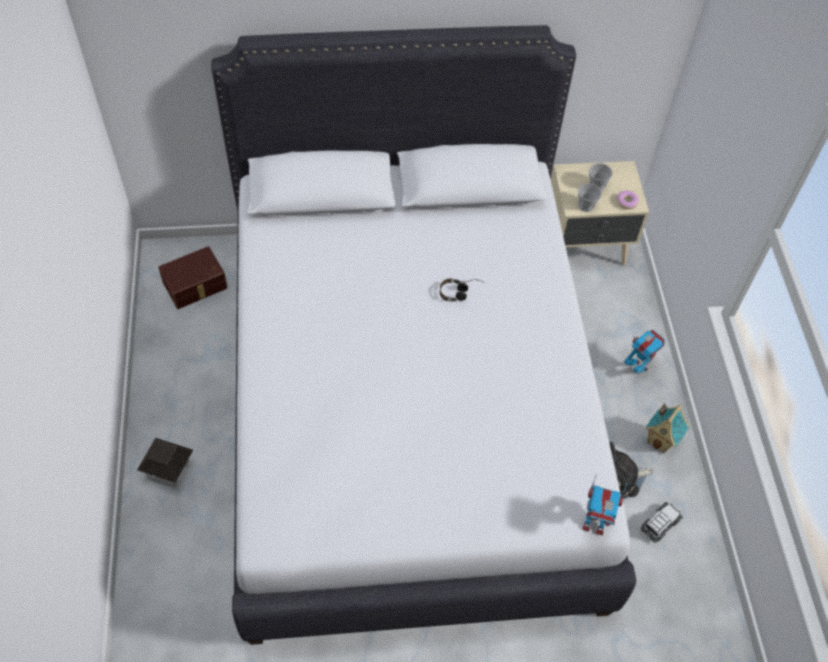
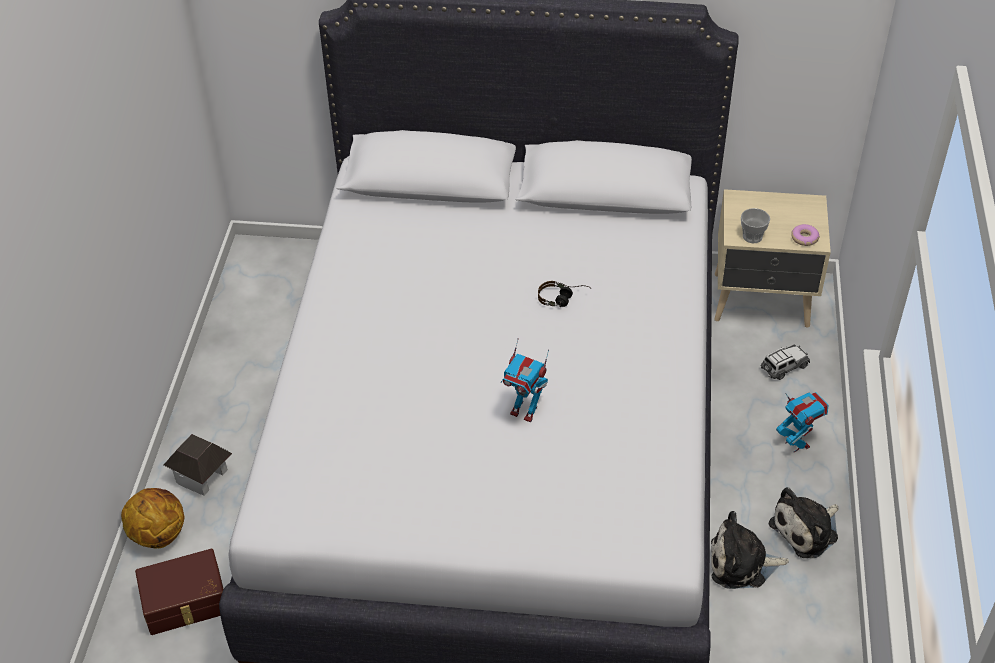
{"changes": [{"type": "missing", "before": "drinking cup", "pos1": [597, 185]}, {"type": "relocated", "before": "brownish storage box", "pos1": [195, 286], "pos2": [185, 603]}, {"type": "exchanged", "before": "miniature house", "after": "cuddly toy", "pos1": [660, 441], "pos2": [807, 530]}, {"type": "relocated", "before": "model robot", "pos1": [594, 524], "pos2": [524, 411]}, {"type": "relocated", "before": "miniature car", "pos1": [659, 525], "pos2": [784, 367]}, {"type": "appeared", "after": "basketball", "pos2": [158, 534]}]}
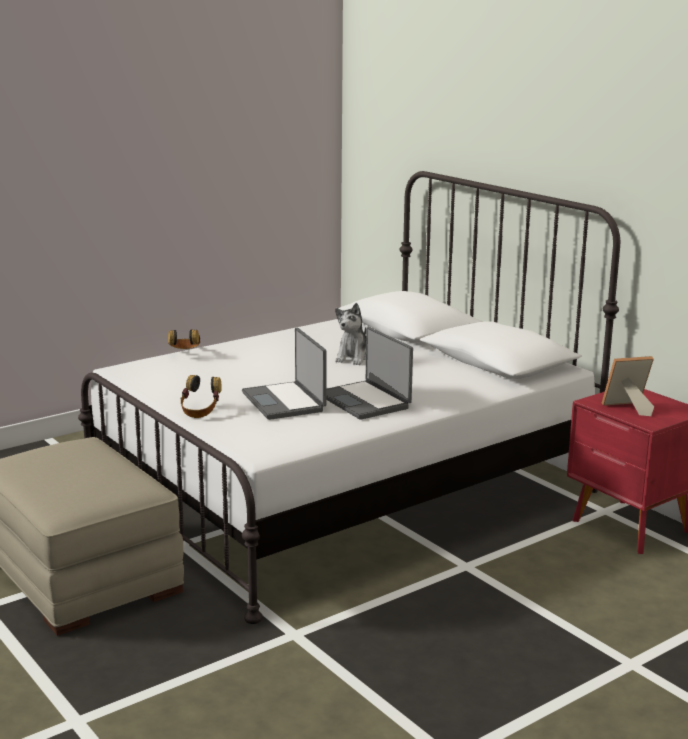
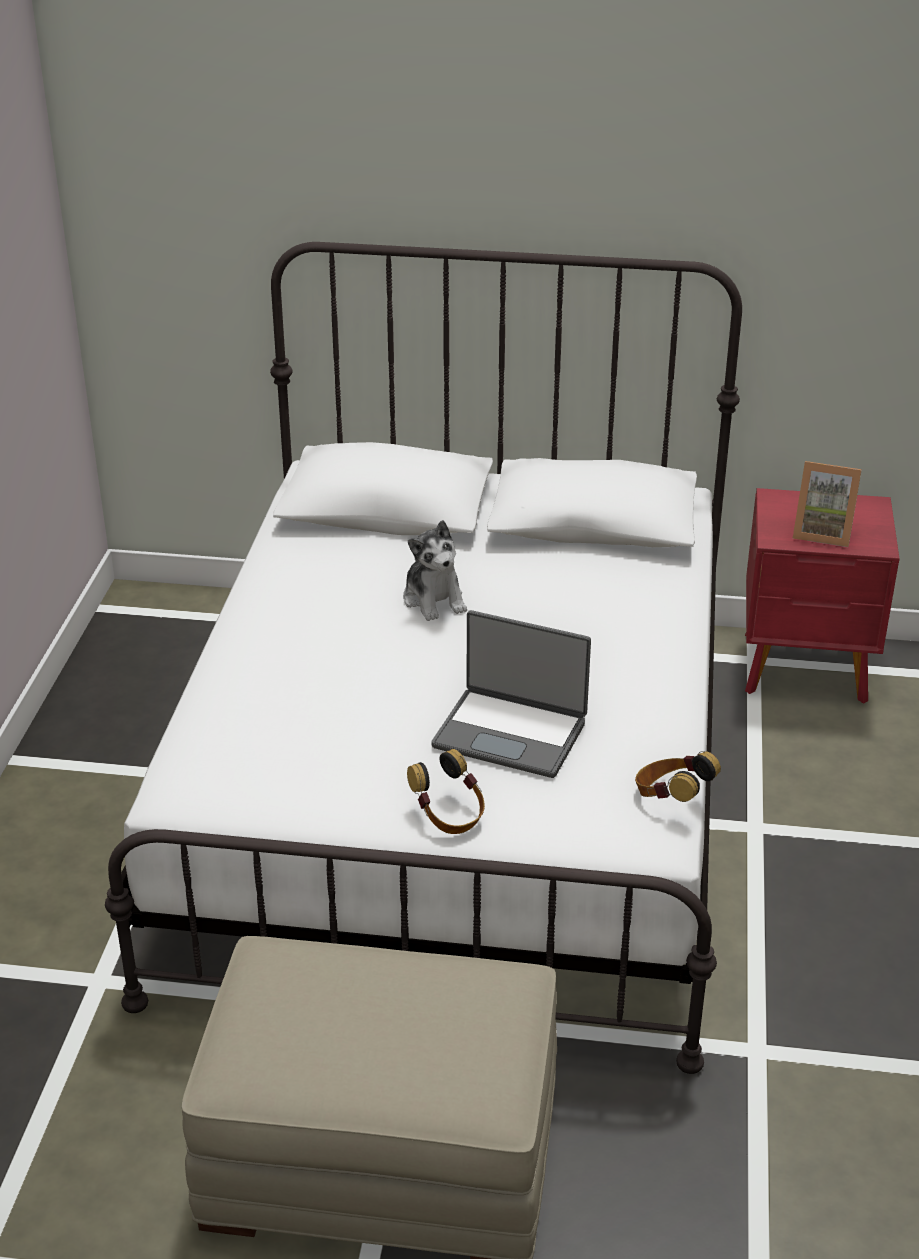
{"changes": [{"type": "missing", "before": "notebook computer", "pos1": [365, 401]}, {"type": "relocated", "before": "headphones", "pos1": [184, 353], "pos2": [671, 798]}, {"type": "spun", "before": "photo frame", "pos1": [627, 408], "pos2": [822, 532], "turn": -105}]}
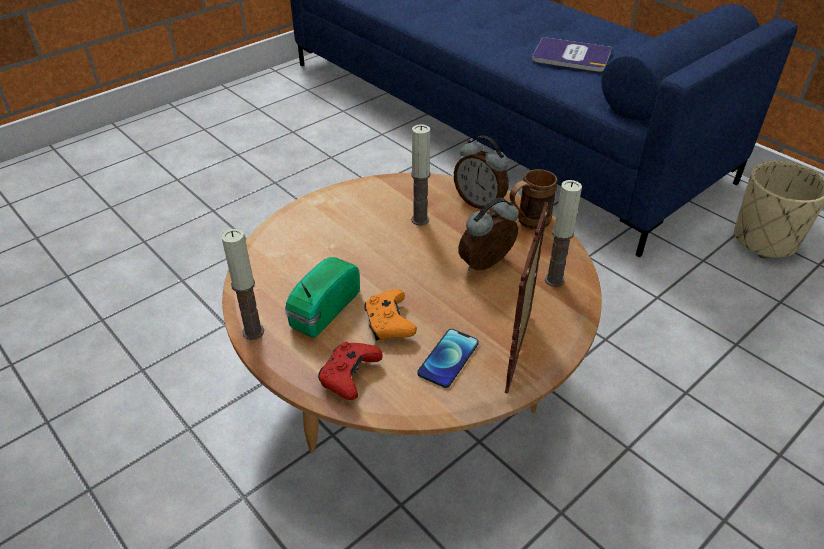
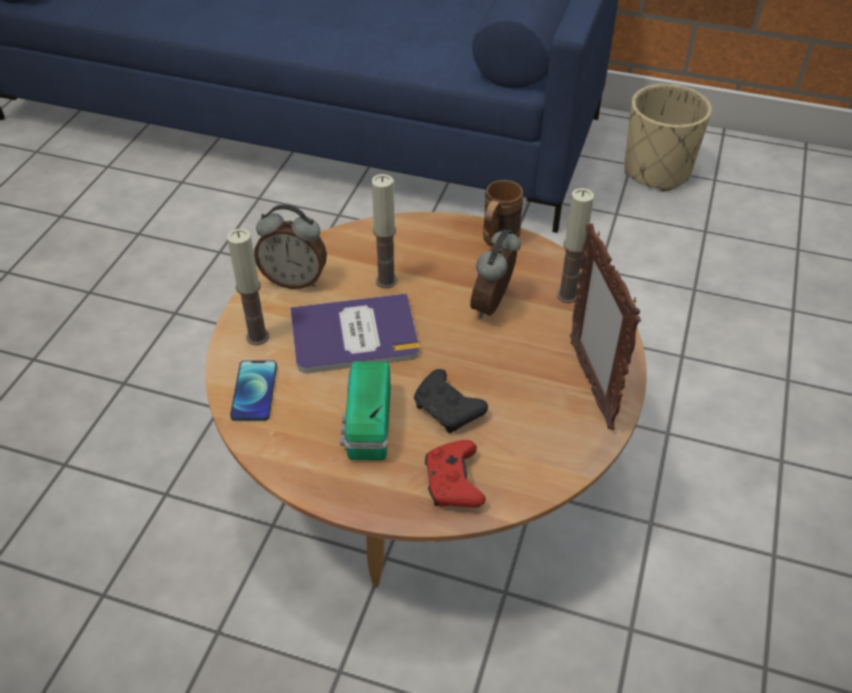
{"changes": [{"type": "relocated", "before": "volume", "pos1": [571, 56], "pos2": [354, 335]}, {"type": "relocated", "before": "bedside clock", "pos1": [480, 202], "pos2": [294, 280]}, {"type": "relocated", "before": "wax candle", "pos1": [253, 332], "pos2": [257, 337]}, {"type": "colour", "before": "orange-coloured gamepad", "after": "black-coloured gamepad", "pos1": [389, 323], "pos2": [447, 410]}, {"type": "relocated", "before": "telephone", "pos1": [448, 358], "pos2": [254, 391]}]}
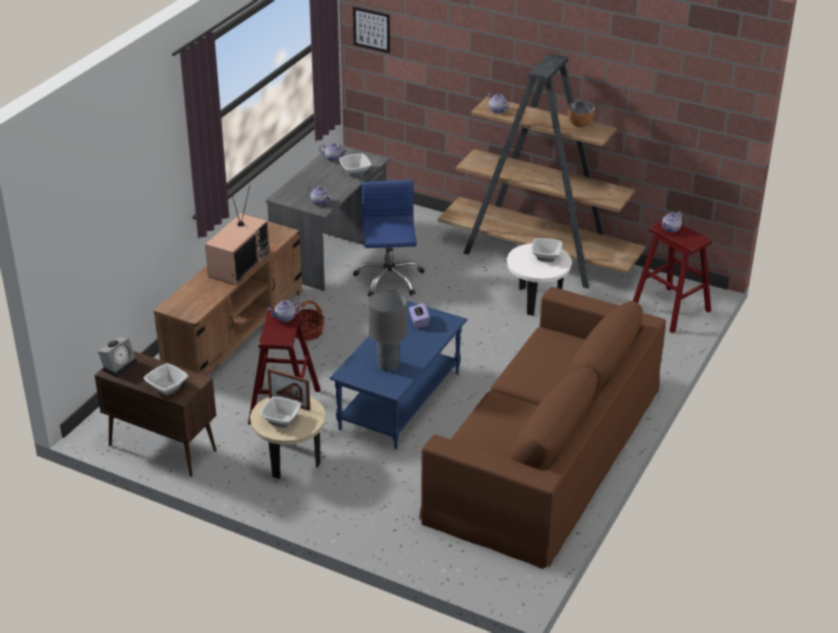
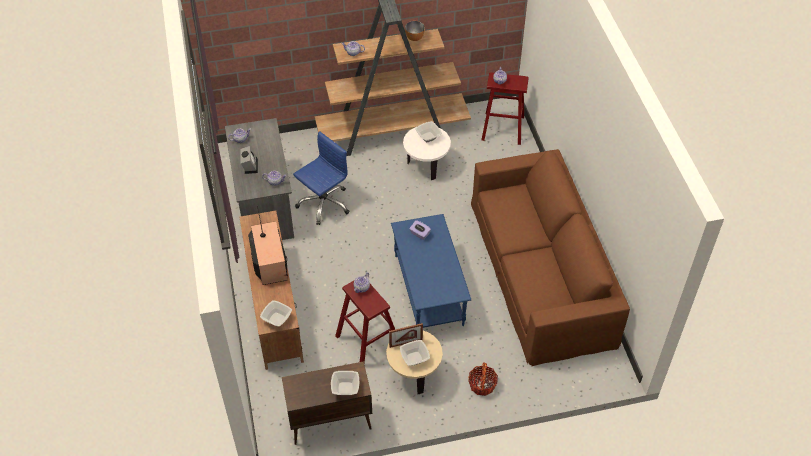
{"changes": [{"type": "missing", "before": "wall art", "pos1": [371, 29]}, {"type": "relocated", "before": "deep dish", "pos1": [355, 171], "pos2": [277, 318]}, {"type": "spun", "before": "blue computer chair", "pos1": [389, 279], "pos2": [323, 203], "turn": 90}, {"type": "missing", "before": "grey tabletop lamp", "pos1": [388, 365]}, {"type": "relocated", "before": "storage basket", "pos1": [307, 332], "pos2": [482, 385]}, {"type": "relocated", "before": "bedside clock", "pos1": [119, 365], "pos2": [249, 165]}]}
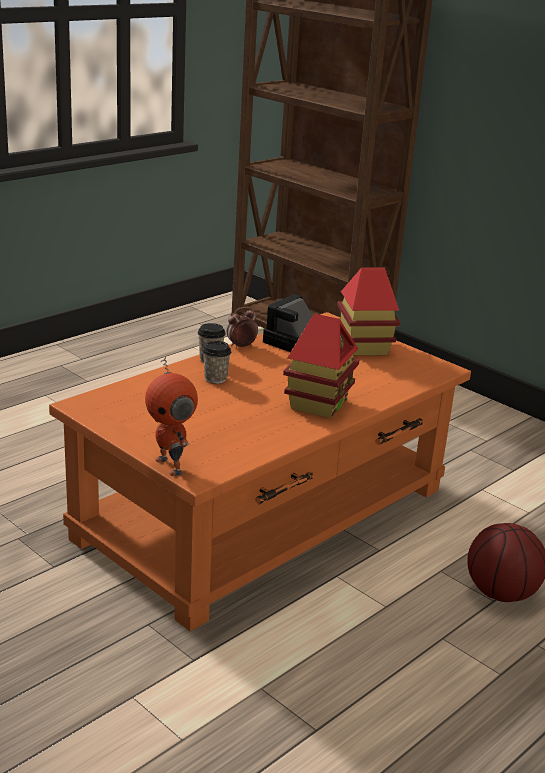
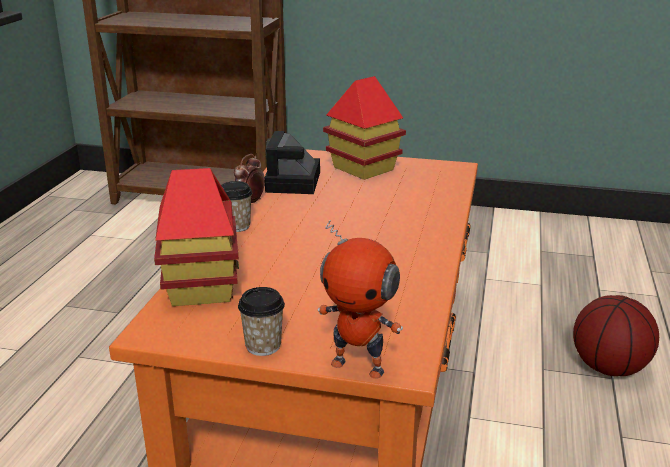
{"changes": [{"type": "relocated", "before": "miniature house", "pos1": [318, 404], "pos2": [201, 288]}, {"type": "relocated", "before": "drinking cup", "pos1": [215, 378], "pos2": [263, 346]}]}
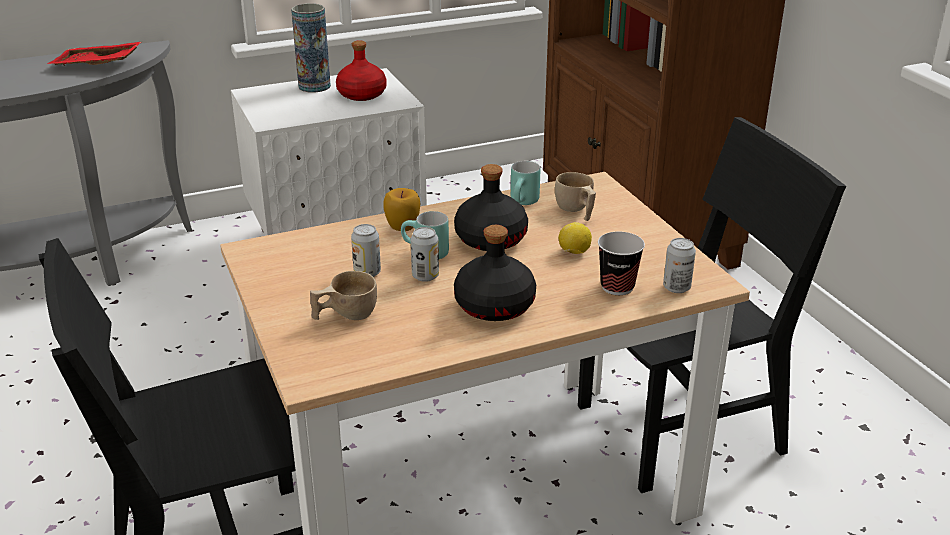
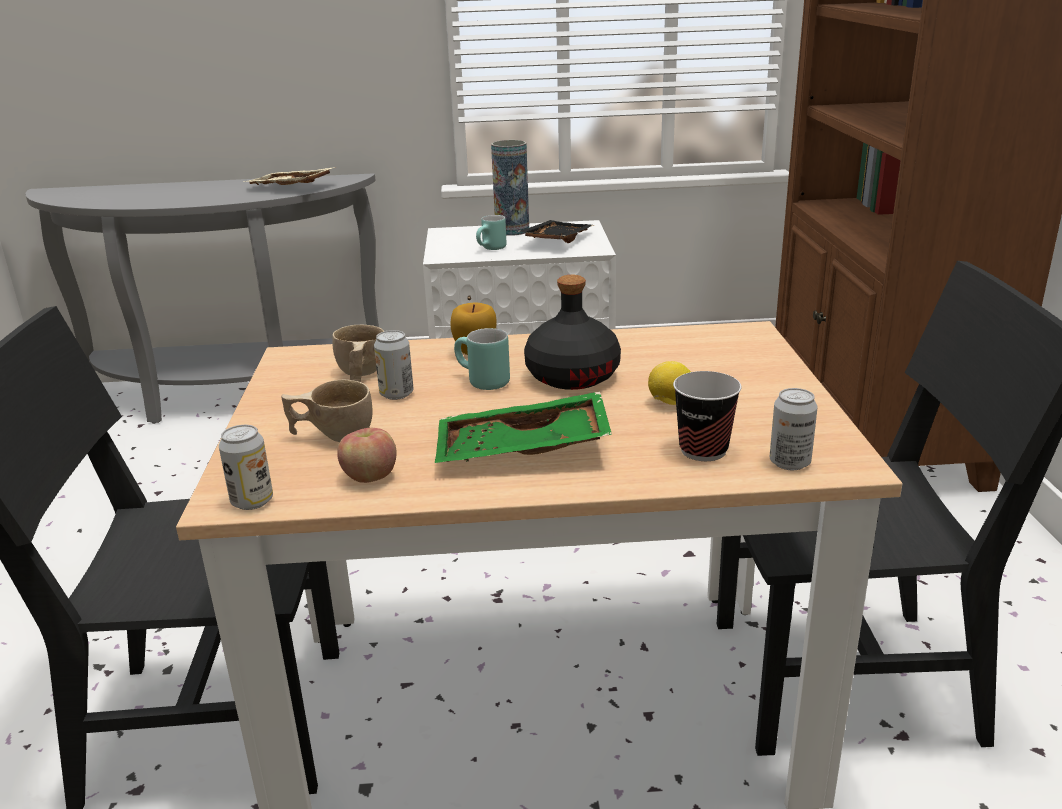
{"changes": [{"type": "exchanged", "before": "reddish bottle", "after": "black-coloured carrying tray", "pos1": [361, 95], "pos2": [555, 240]}, {"type": "colour", "before": "reddish carrying tray", "after": "beige-coloured carrying tray", "pos1": [97, 65], "pos2": [290, 188]}, {"type": "relocated", "before": "blue-green tea mug", "pos1": [524, 203], "pos2": [492, 249]}, {"type": "relocated", "before": "beige-coloured drinking cup", "pos1": [576, 211], "pos2": [360, 376]}, {"type": "exchanged", "before": "black-coloured bottle", "after": "green carrying tray", "pos1": [495, 306], "pos2": [522, 451]}, {"type": "relocated", "before": "can", "pos1": [425, 276], "pos2": [252, 501]}, {"type": "appeared", "after": "whole apple", "pos2": [369, 477]}]}
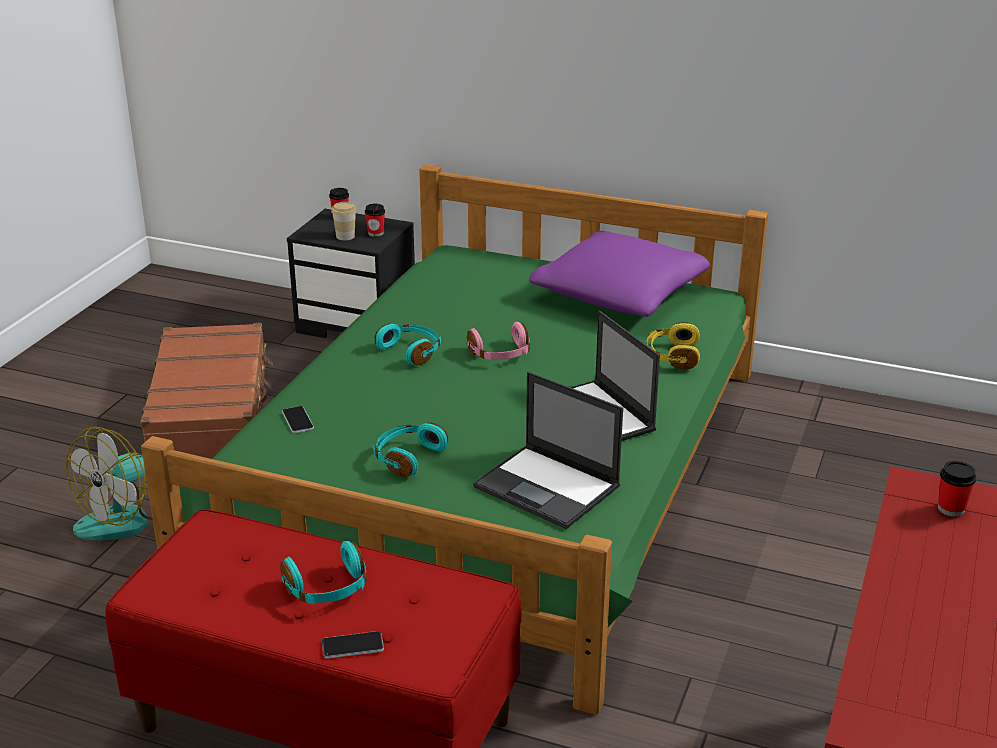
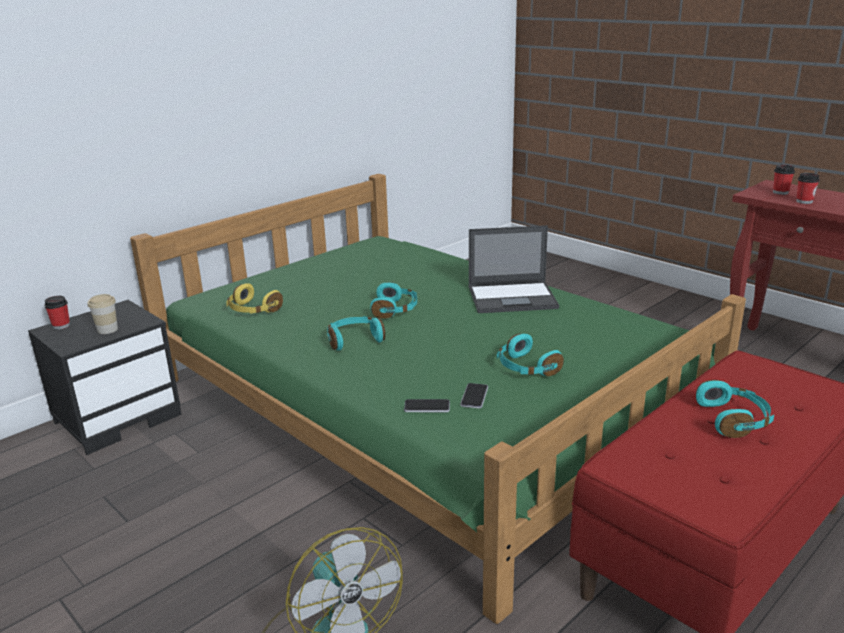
{"changes": [{"type": "relocated", "before": "drinking cup", "pos1": [375, 233], "pos2": [804, 201]}, {"type": "missing", "before": "purplish pillow", "pos1": [620, 295]}, {"type": "colour", "before": "pink headphones", "after": "blue-green headphones", "pos1": [500, 354], "pos2": [395, 309]}, {"type": "relocated", "before": "yellowish headphones", "pos1": [672, 356], "pos2": [253, 310]}, {"type": "missing", "before": "brownish piece of luggage", "pos1": [212, 412]}, {"type": "missing", "before": "notebook computer", "pos1": [548, 487]}, {"type": "relocated", "before": "telephone", "pos1": [352, 646], "pos2": [474, 396]}]}
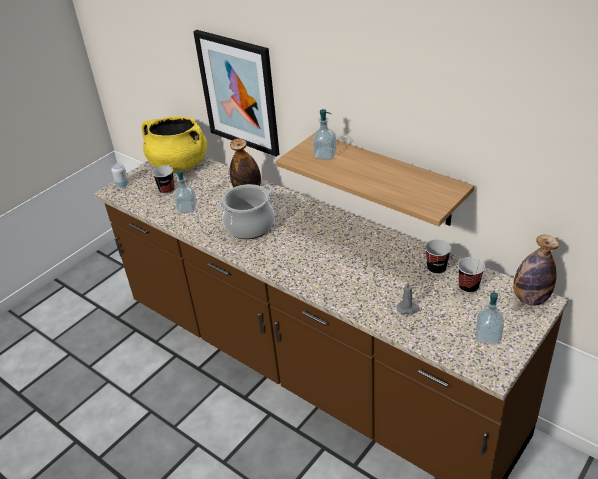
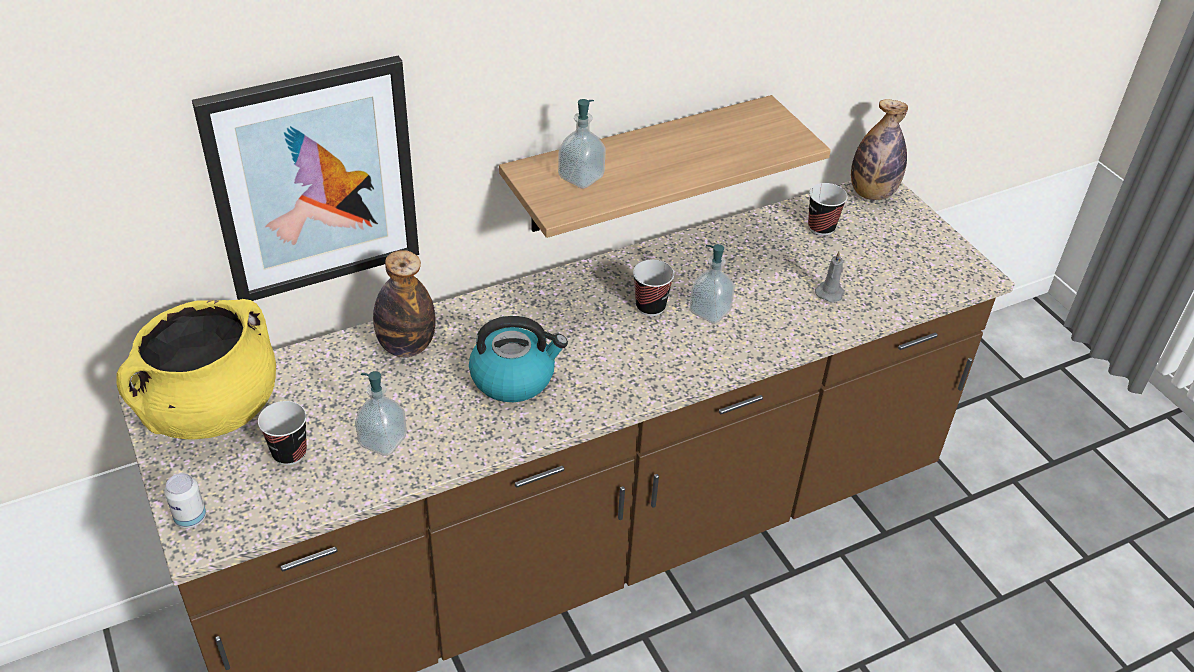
{"changes": [{"type": "exchanged", "before": "stockpot", "after": "kettle", "pos1": [249, 226], "pos2": [514, 377]}, {"type": "relocated", "before": "drinking cup", "pos1": [436, 269], "pos2": [650, 307]}, {"type": "relocated", "before": "soap bottle", "pos1": [488, 336], "pos2": [710, 311]}]}
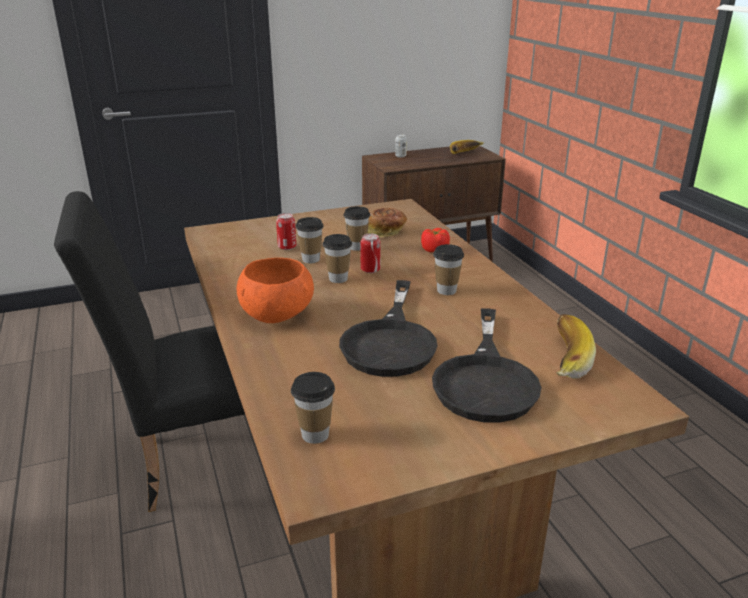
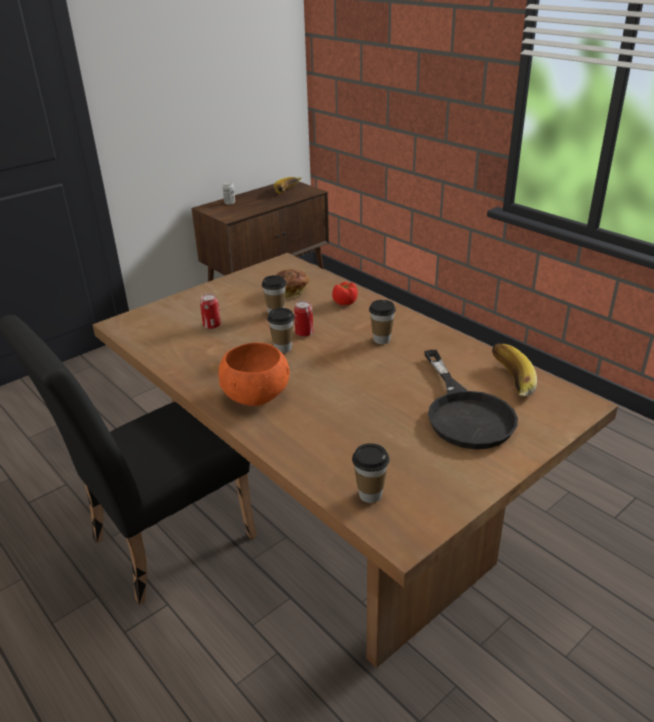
{"changes": [{"type": "missing", "before": "drinking cup", "pos1": [311, 259]}, {"type": "missing", "before": "black-coloured frying pan", "pos1": [391, 341]}]}
